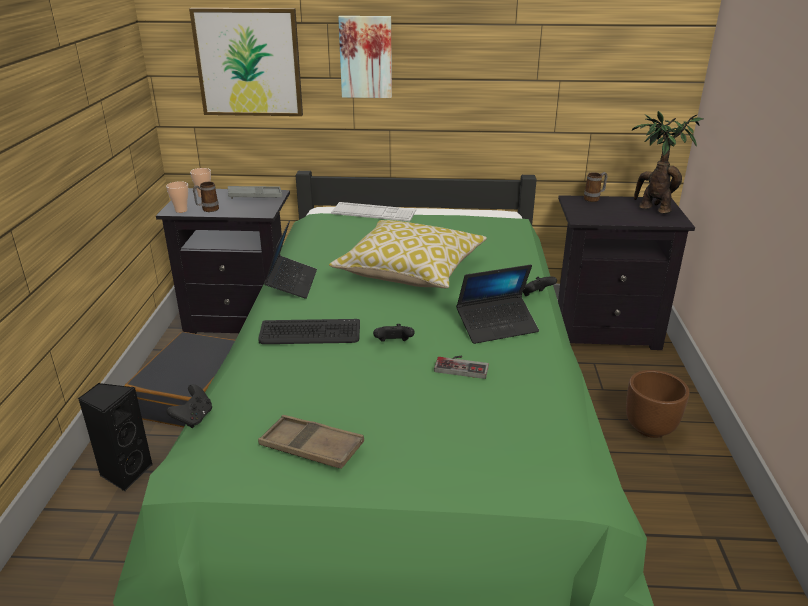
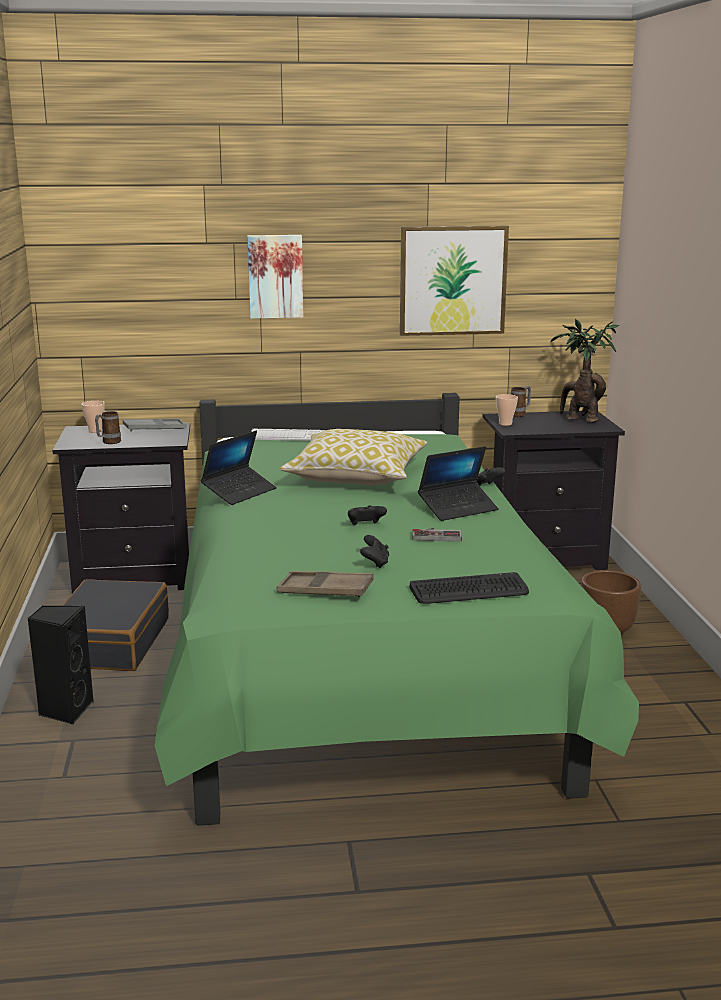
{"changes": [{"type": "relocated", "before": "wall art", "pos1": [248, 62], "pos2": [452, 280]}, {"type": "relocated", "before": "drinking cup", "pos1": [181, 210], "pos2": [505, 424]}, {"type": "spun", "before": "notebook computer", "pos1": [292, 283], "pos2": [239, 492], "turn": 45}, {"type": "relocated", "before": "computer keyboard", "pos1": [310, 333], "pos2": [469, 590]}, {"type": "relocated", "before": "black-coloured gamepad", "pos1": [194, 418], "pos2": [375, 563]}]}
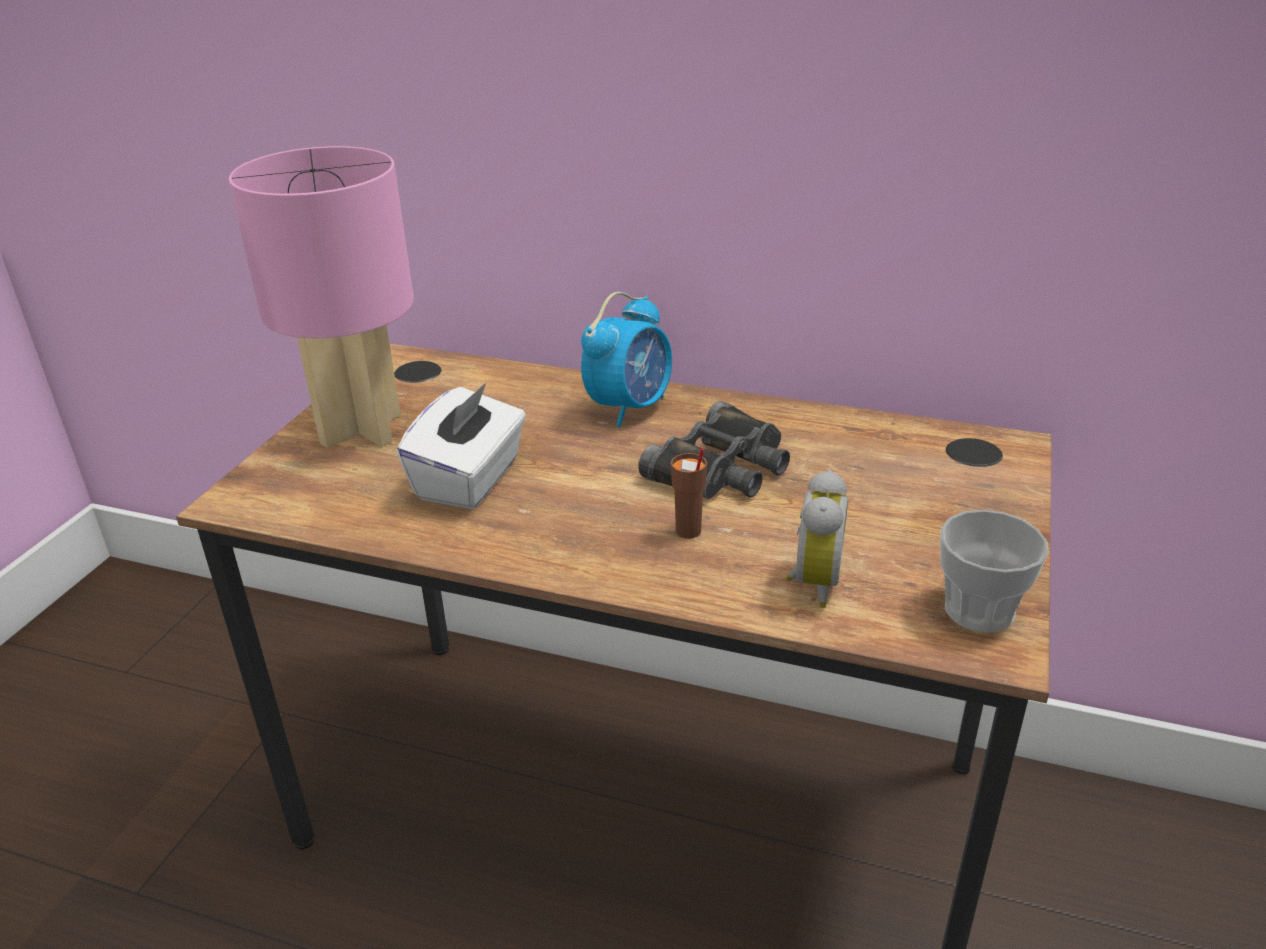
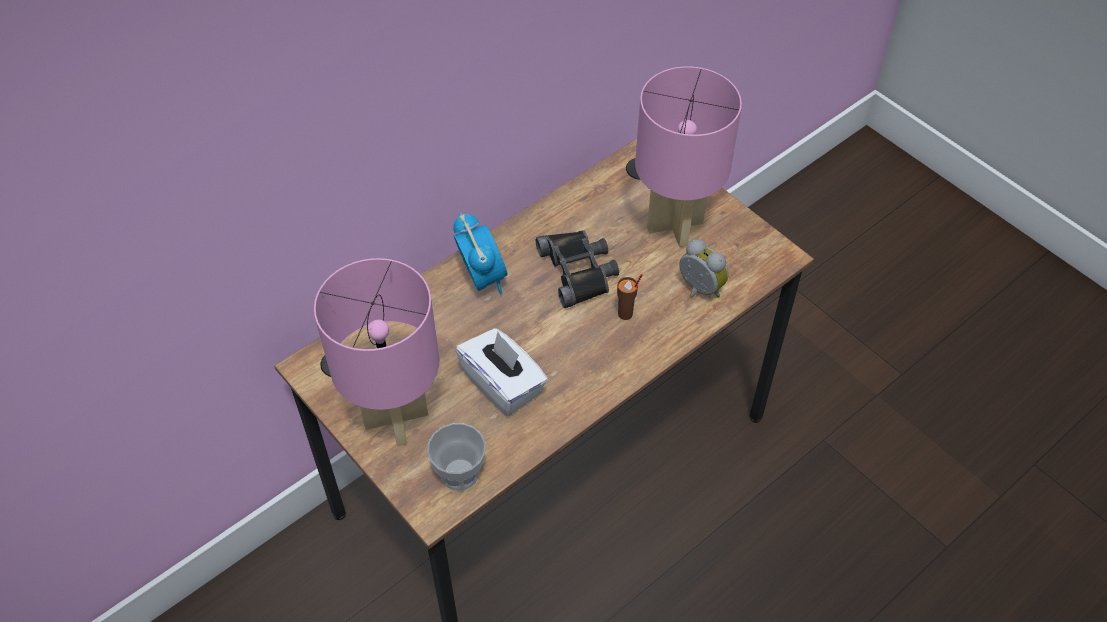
{"changes": [{"type": "relocated", "before": "drinking cup", "pos1": [979, 610], "pos2": [459, 473]}, {"type": "appeared", "after": "pink tabletop lamp", "pos2": [675, 226]}]}
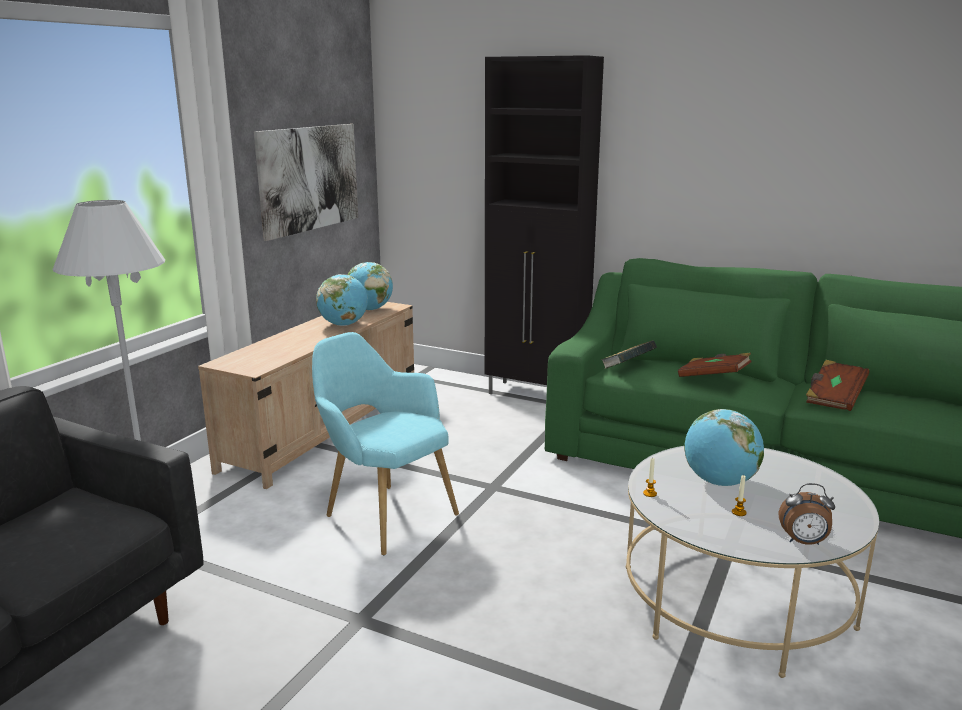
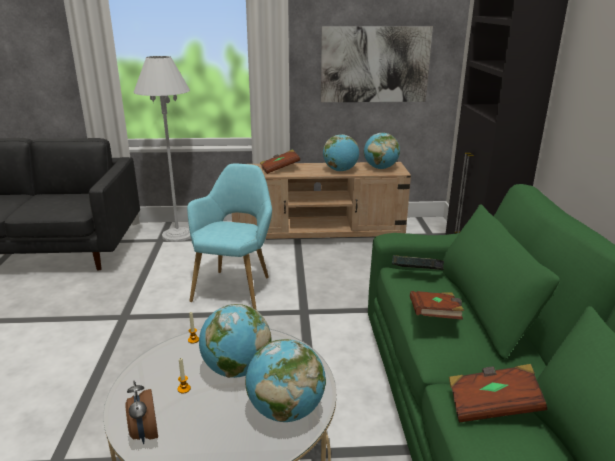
{"changes": [{"type": "appeared", "after": "brownish volume", "pos2": [280, 169]}, {"type": "appeared", "after": "desk globe", "pos2": [286, 411]}]}
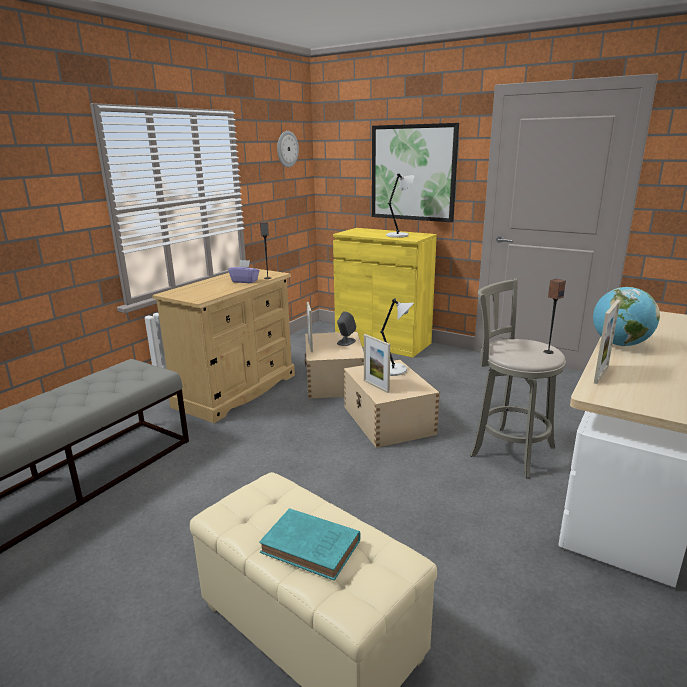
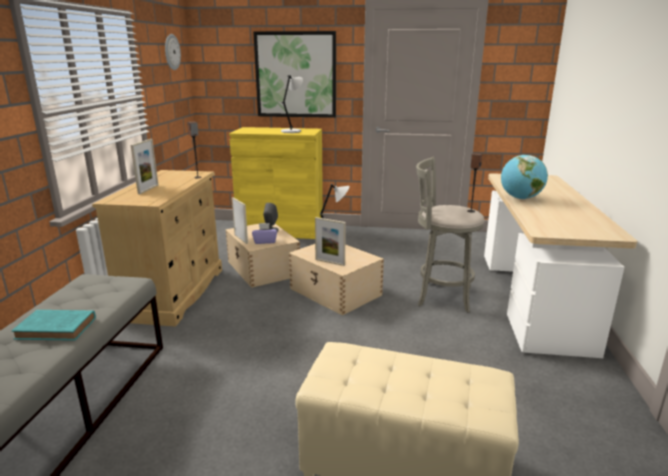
{"changes": [{"type": "relocated", "before": "purplish tissue box", "pos1": [245, 281], "pos2": [265, 241]}, {"type": "relocated", "before": "photo frame", "pos1": [601, 374], "pos2": [148, 189]}, {"type": "relocated", "before": "blue-green volume", "pos1": [313, 548], "pos2": [58, 328]}]}
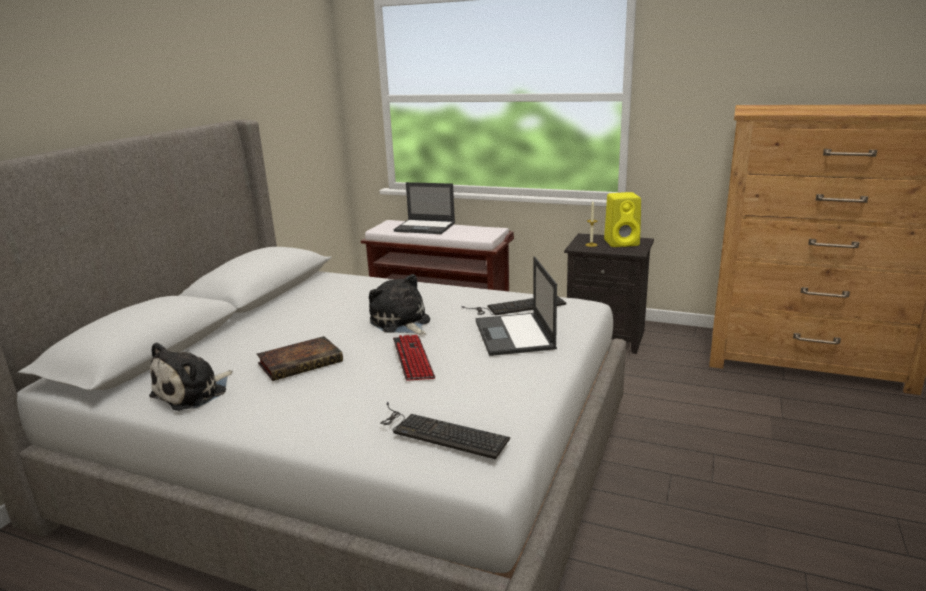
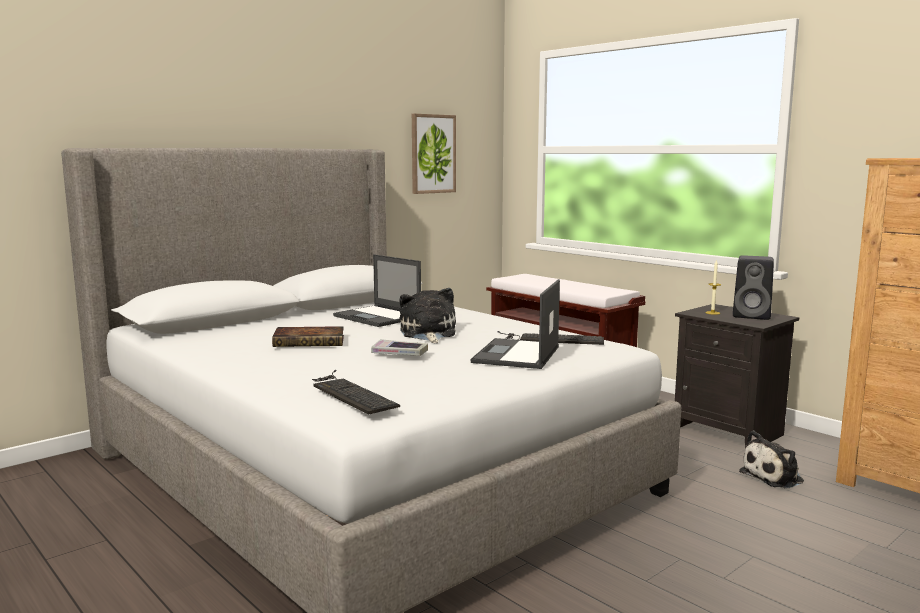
{"changes": [{"type": "relocated", "before": "notebook computer", "pos1": [425, 227], "pos2": [378, 317]}, {"type": "colour", "before": "yellowish speaker", "after": "black-coloured speaker", "pos1": [622, 243], "pos2": [753, 315]}, {"type": "exchanged", "before": "computer keyboard", "after": "volume", "pos1": [413, 359], "pos2": [399, 353]}, {"type": "relocated", "before": "cuddly toy", "pos1": [193, 392], "pos2": [774, 477]}, {"type": "appeared", "after": "wall art", "pos2": [433, 154]}]}
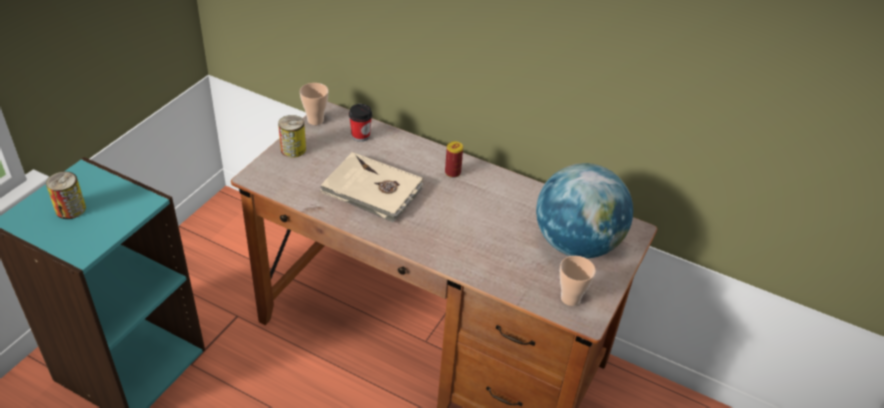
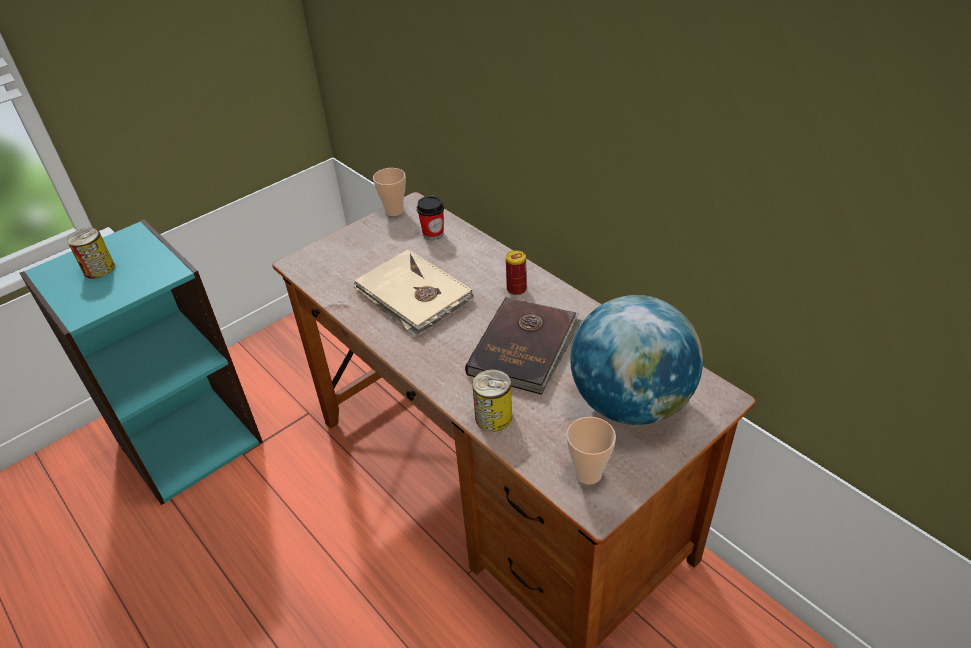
{"changes": [{"type": "relocated", "before": "can", "pos1": [293, 149], "pos2": [493, 417]}, {"type": "appeared", "after": "brownish volume", "pos2": [525, 347]}]}
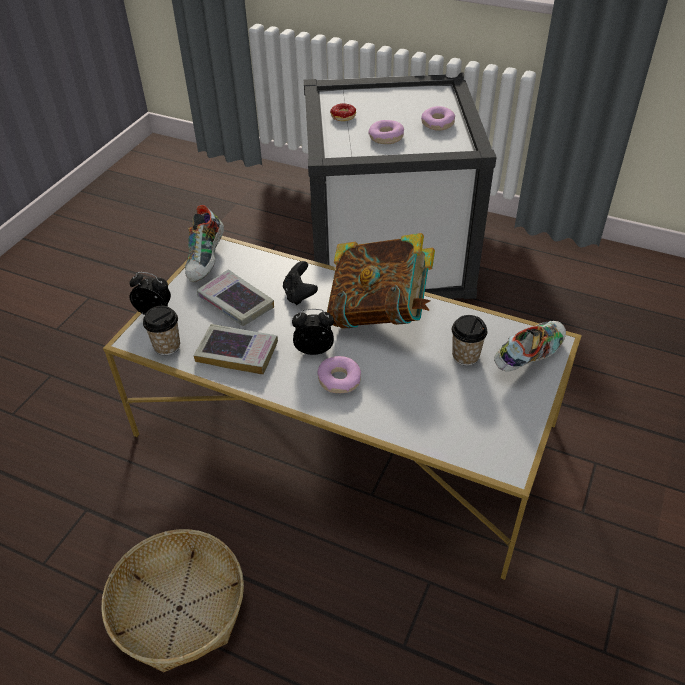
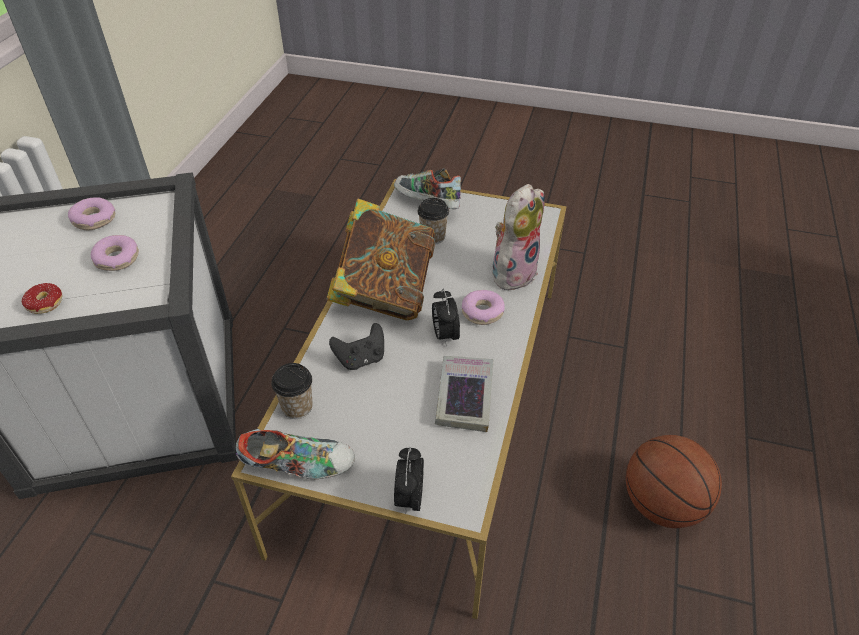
{"changes": [{"type": "missing", "before": "volume", "pos1": [235, 303]}, {"type": "relocated", "before": "drinking cup", "pos1": [167, 346], "pos2": [297, 407]}, {"type": "exchanged", "before": "storage basket", "after": "basketball", "pos1": [179, 608], "pos2": [661, 504]}, {"type": "appeared", "after": "cuddly toy", "pos2": [513, 272]}]}
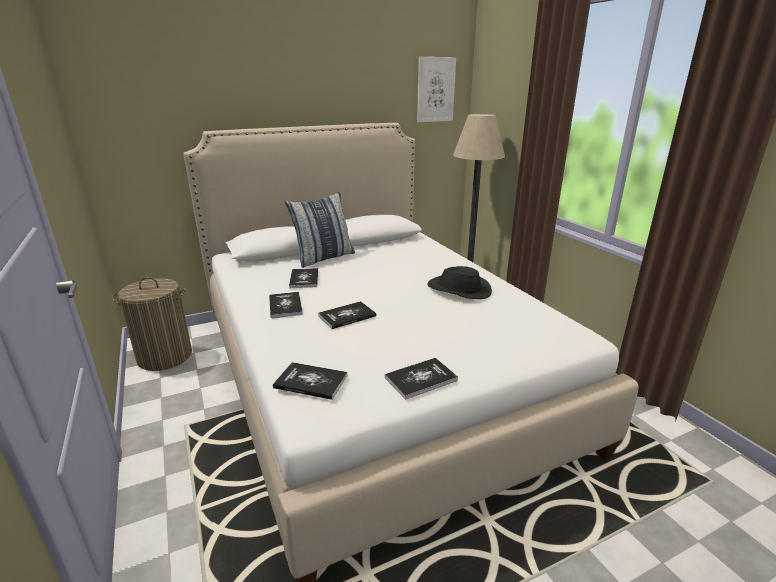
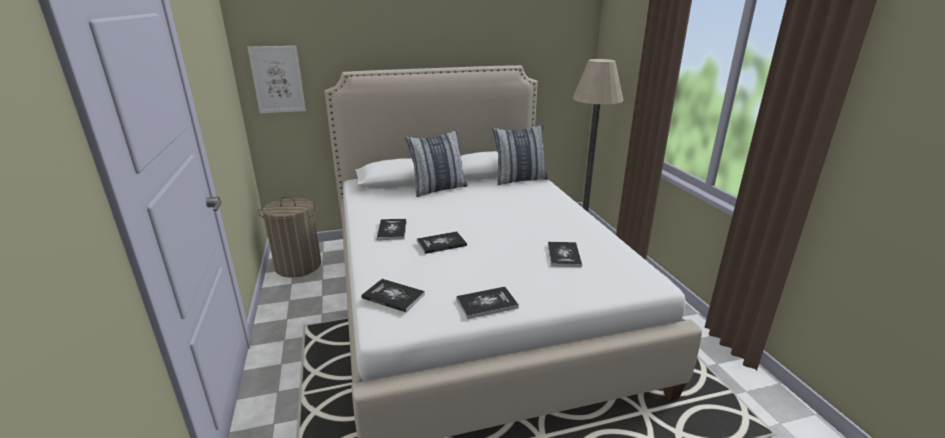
{"changes": [{"type": "relocated", "before": "wall art", "pos1": [436, 90], "pos2": [277, 79]}, {"type": "missing", "before": "black-coloured clothing hat", "pos1": [459, 290]}, {"type": "relocated", "before": "volume", "pos1": [304, 279], "pos2": [564, 255]}, {"type": "appeared", "after": "pillow", "pos2": [520, 179]}]}
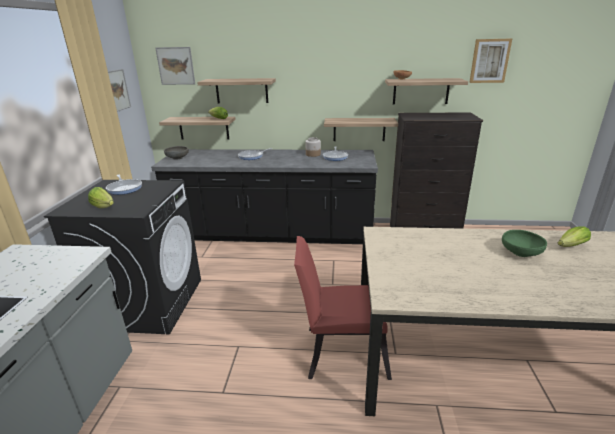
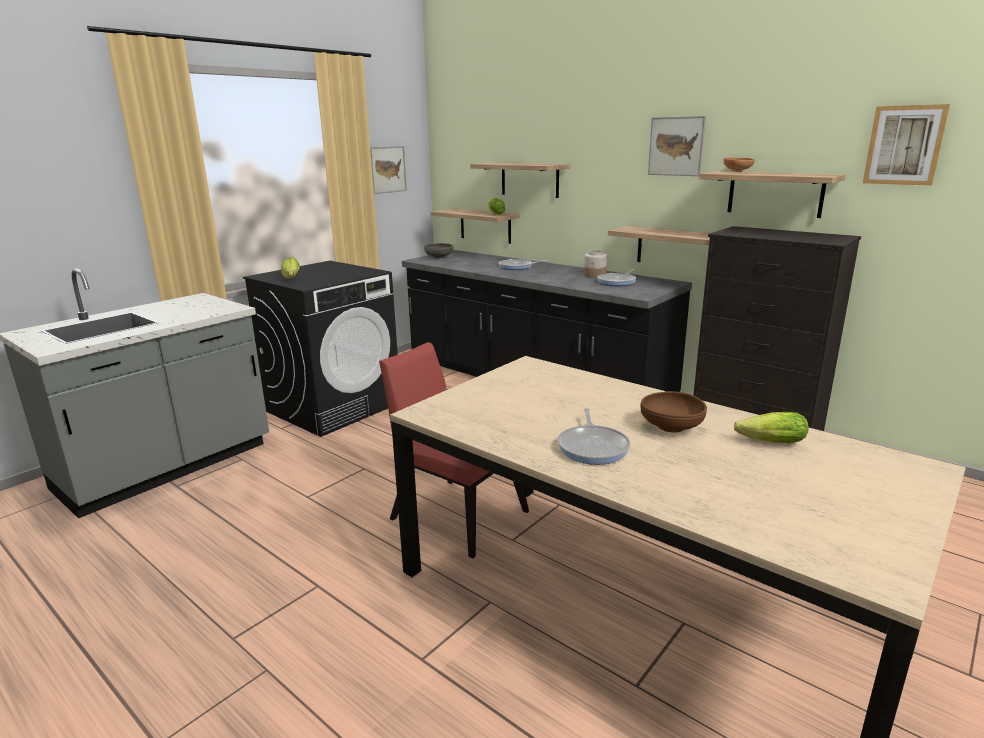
{"changes": [{"type": "relocated", "before": "wall art", "pos1": [176, 66], "pos2": [676, 146]}, {"type": "relocated", "before": "frying pan", "pos1": [125, 188], "pos2": [593, 447]}, {"type": "colour", "before": "green deep dish", "after": "brownish deep dish", "pos1": [521, 252], "pos2": [671, 426]}]}
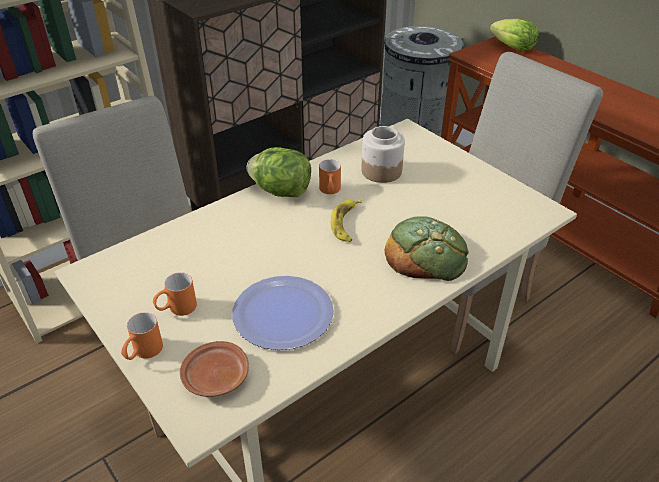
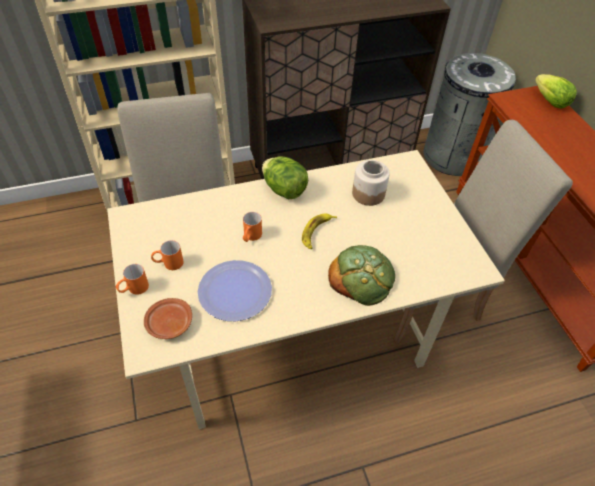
{"changes": [{"type": "relocated", "before": "orange-coloured tea mug", "pos1": [330, 191], "pos2": [251, 237]}]}
